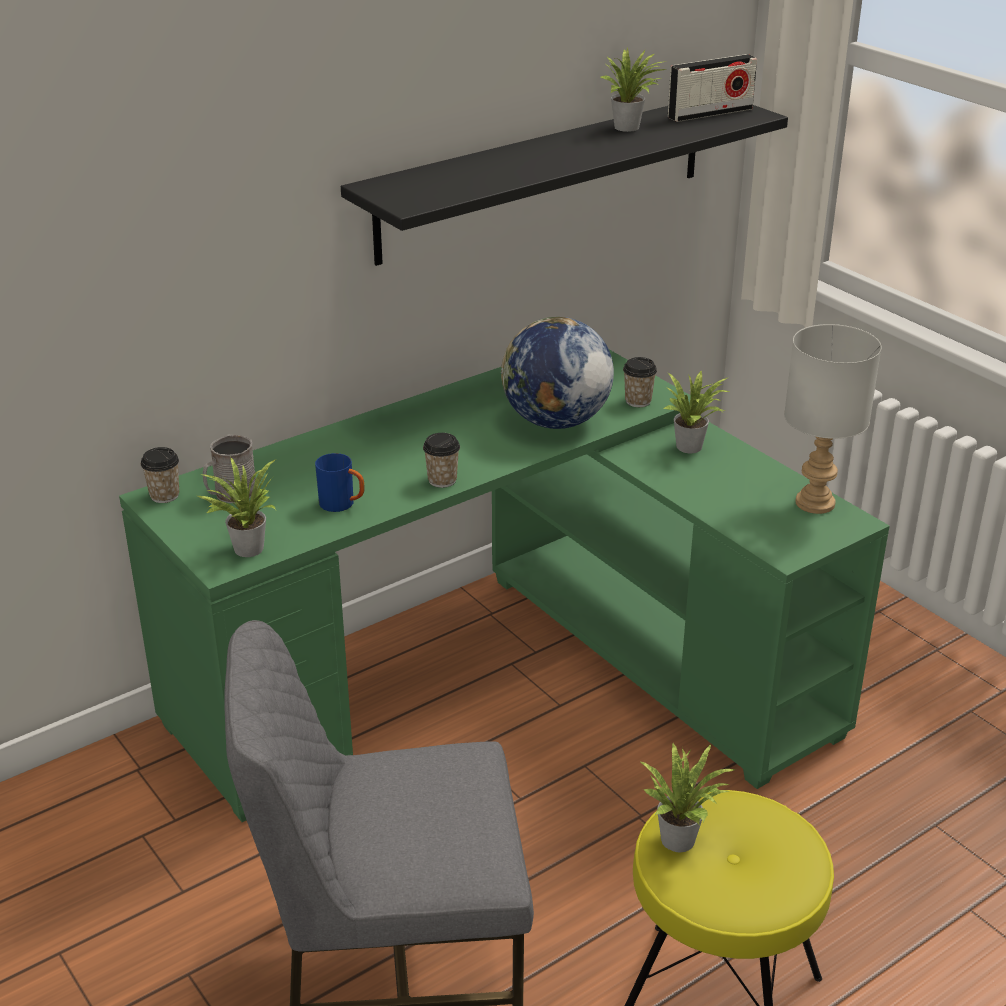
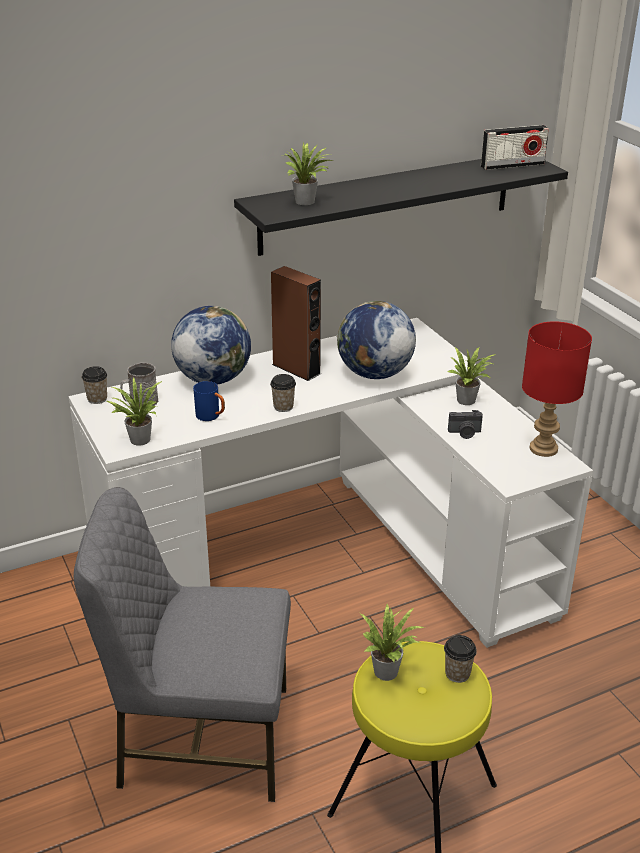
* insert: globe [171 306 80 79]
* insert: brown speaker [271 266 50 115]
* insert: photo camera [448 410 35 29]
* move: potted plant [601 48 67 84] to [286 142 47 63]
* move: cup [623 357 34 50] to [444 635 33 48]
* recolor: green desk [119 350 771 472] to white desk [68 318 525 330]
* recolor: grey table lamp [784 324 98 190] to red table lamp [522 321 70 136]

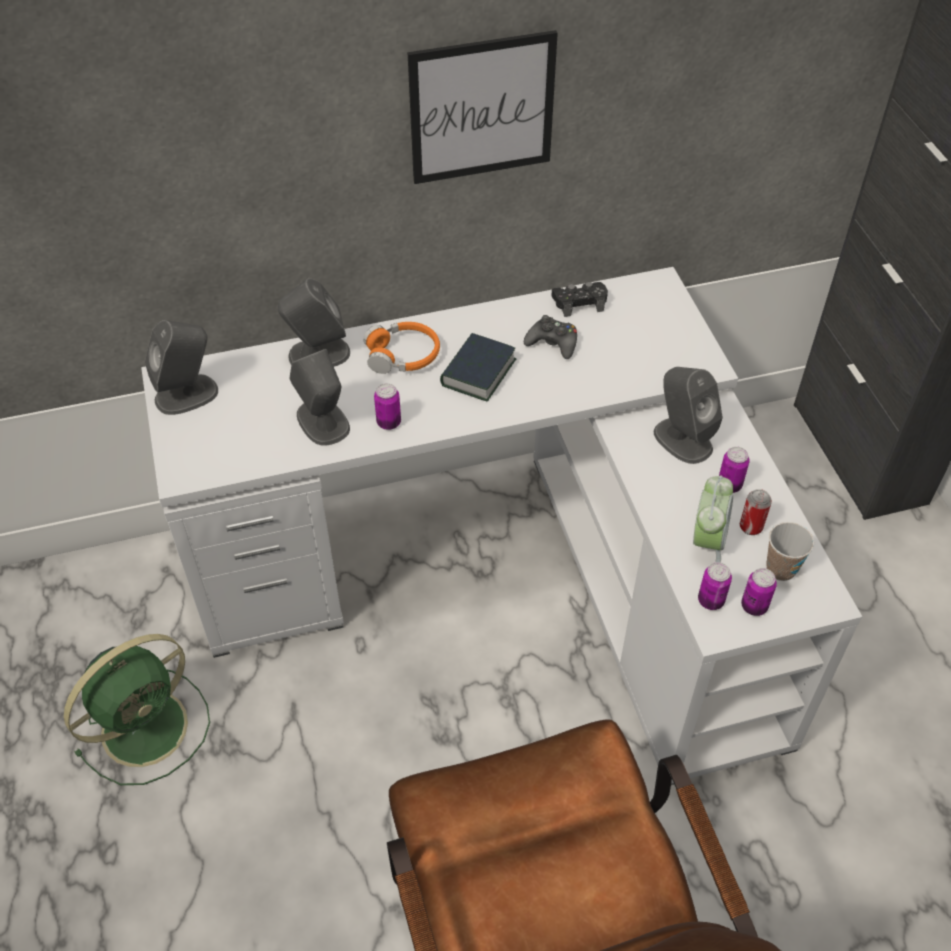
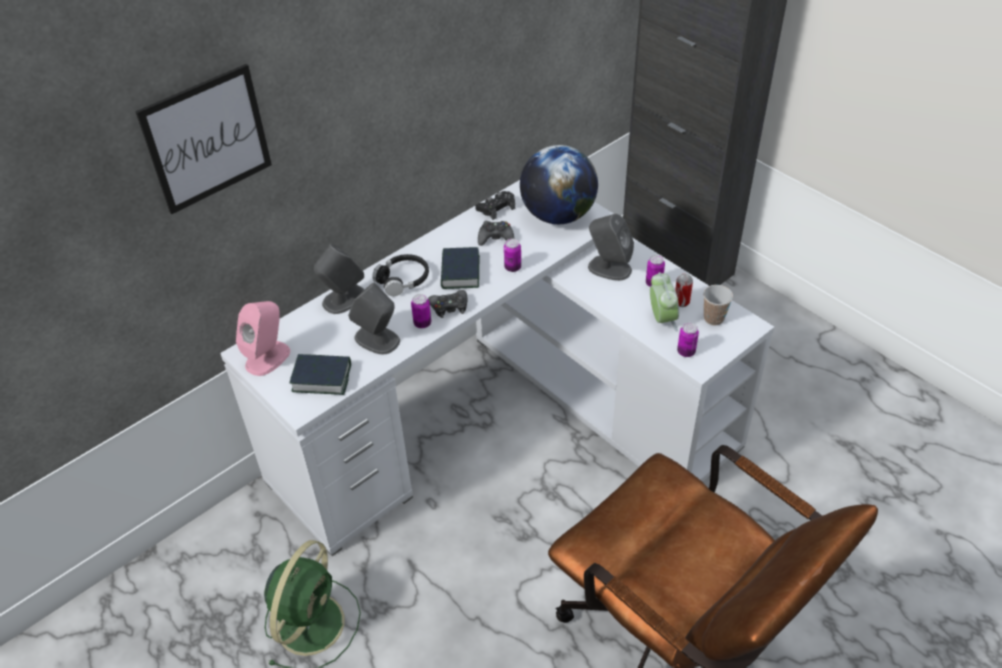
* insert: book [289 354 62 41]
* insert: black game controller [428 290 40 28]
* insert: globe [520 145 78 79]
* move: picture [407 30 151 154] to [135 64 137 150]
* move: can [741 568 36 48] to [504 239 17 33]
* recolor: grey speaker [145 320 73 95] to pink speaker [236 301 54 75]
* recolor: orange headphones [363 322 77 52] to black headphones [372 254 57 42]

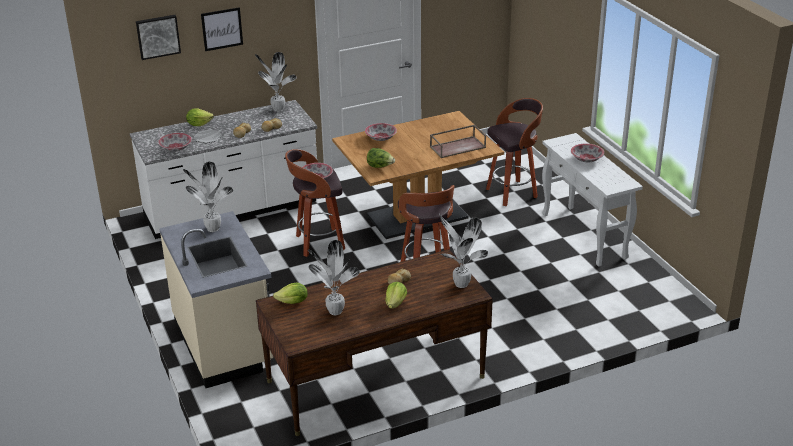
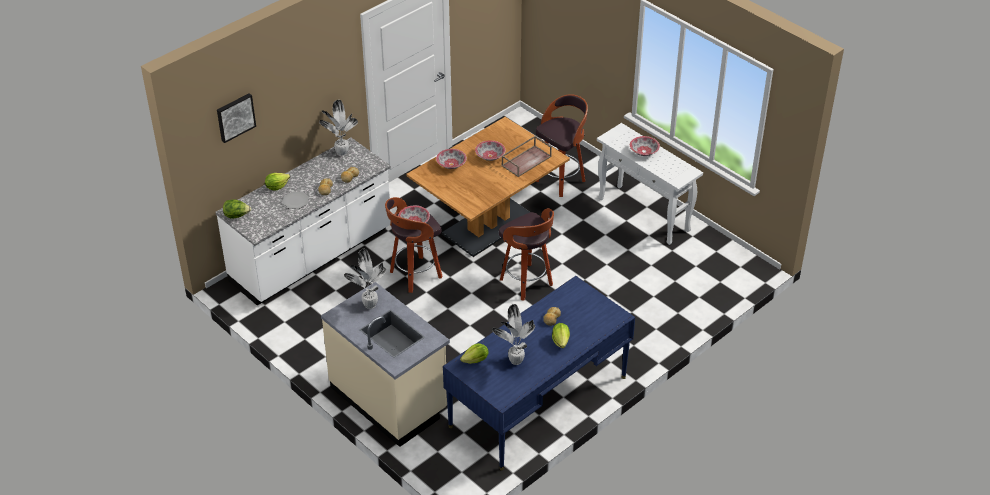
* delete: picture [201 7 42 44]
* delete: potted plant [439 214 49 74]
* move: bowl [158 133 34 19] to [475 140 30 21]
* move: lettuce [367 148 28 20] to [223 199 28 20]
* recolor: brown desk [256 249 237 187] to blue desk [443 276 192 195]

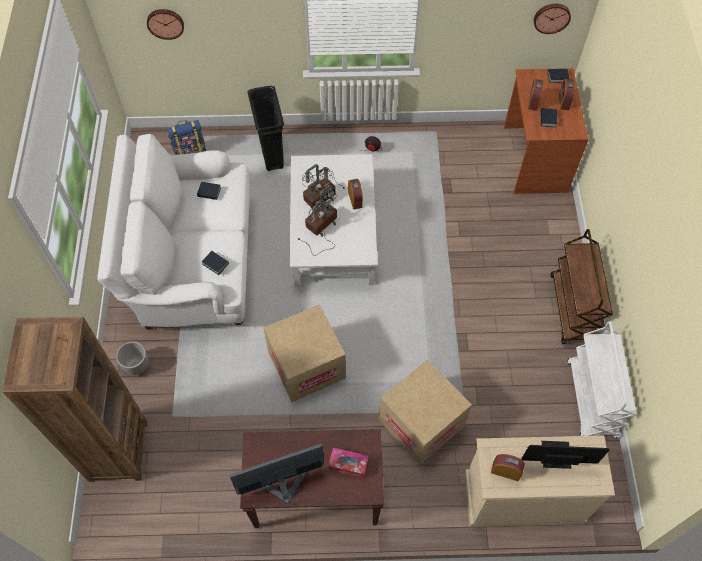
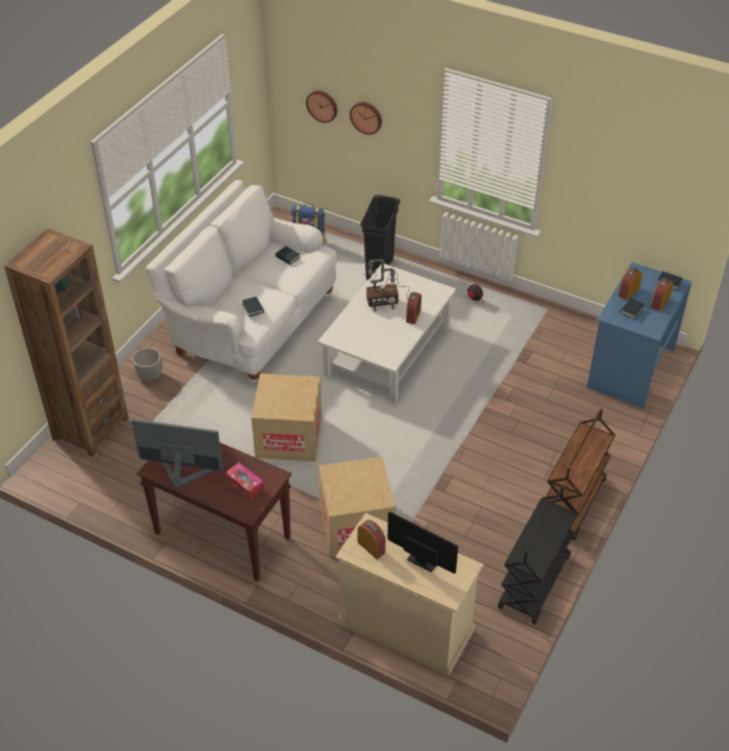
* delete: table lamp [298 185 39 71]
* move: wall clock [534 4 37 30] to [350 102 32 33]
* recolor: brown desk [504 68 85 126] to blue desk [587 262 105 146]
* recolor: white cart [568 321 69 117] to black cart [498 486 80 138]

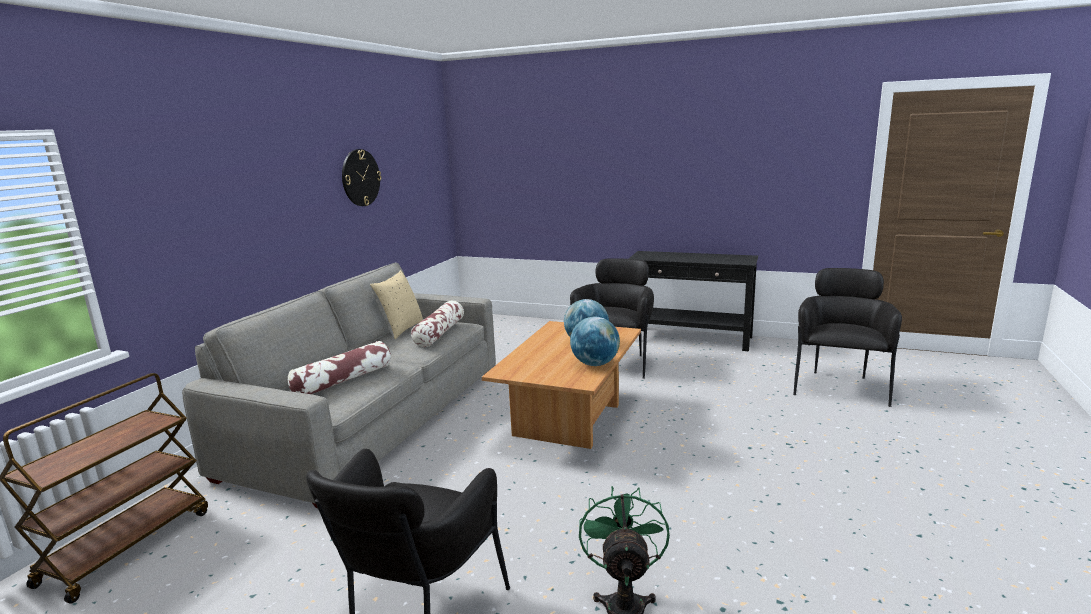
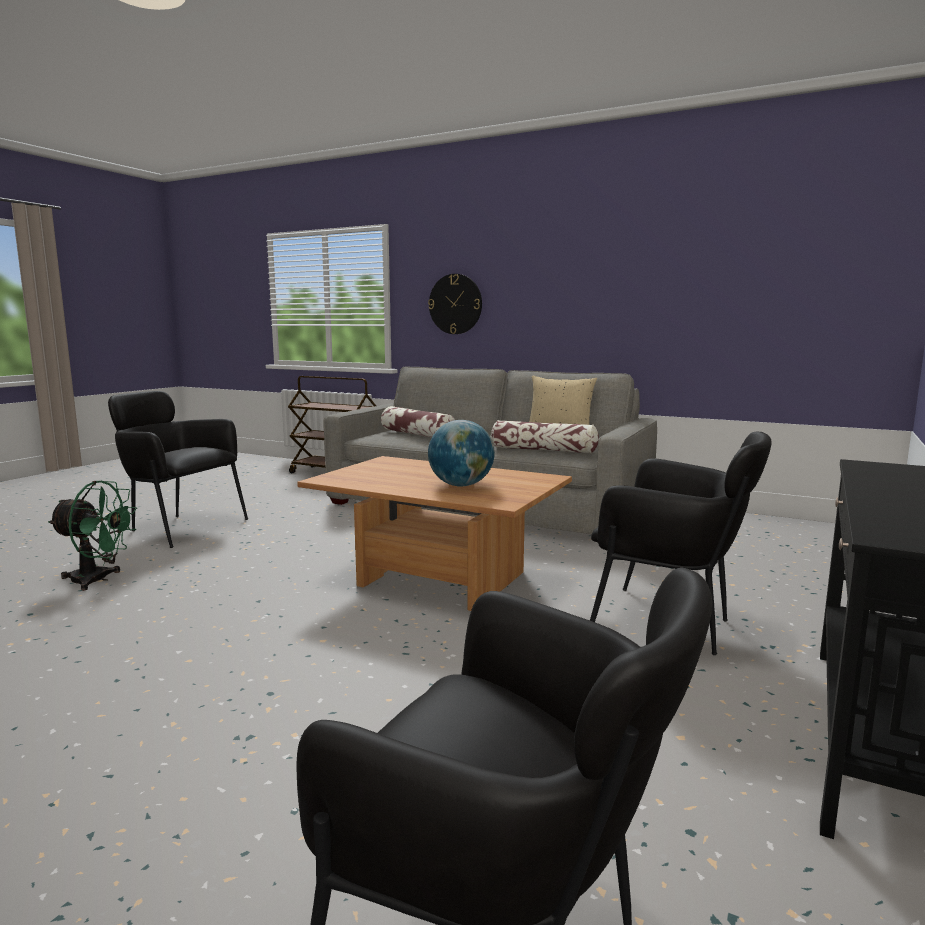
* delete: globe [570 317 50 49]
* move: wall clock [342 149 39 57] to [428 274 54 60]

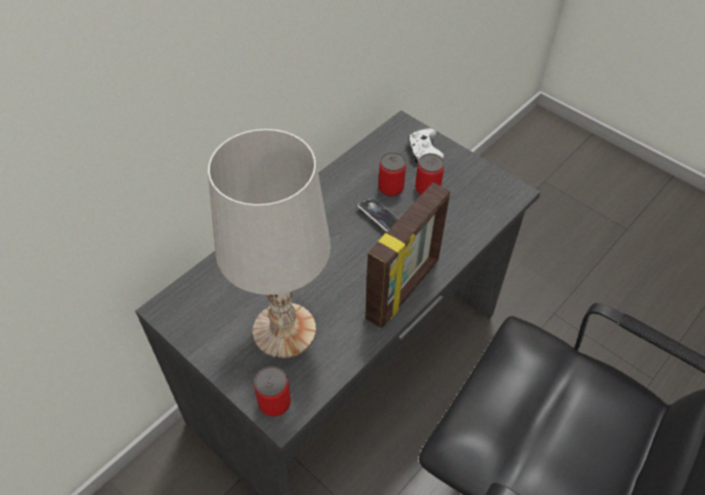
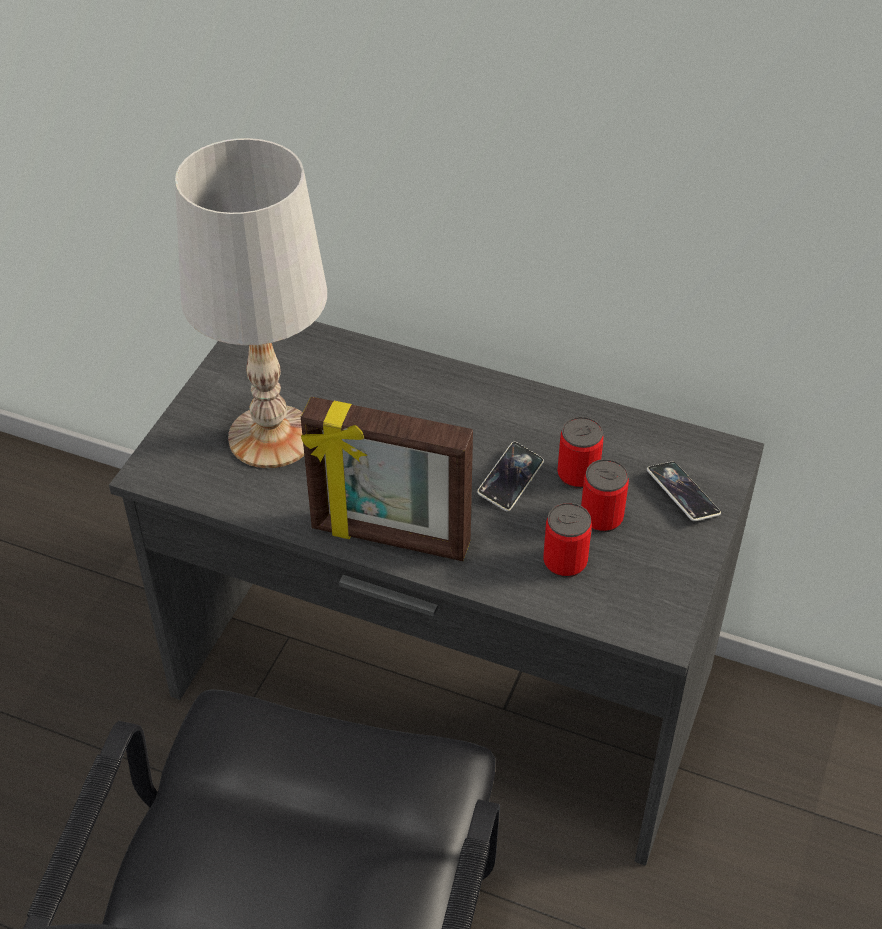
* move: can [254 366 37 51] to [543 503 49 75]
* replace: white game controller [408 128 36 35] to phone [647 462 74 59]

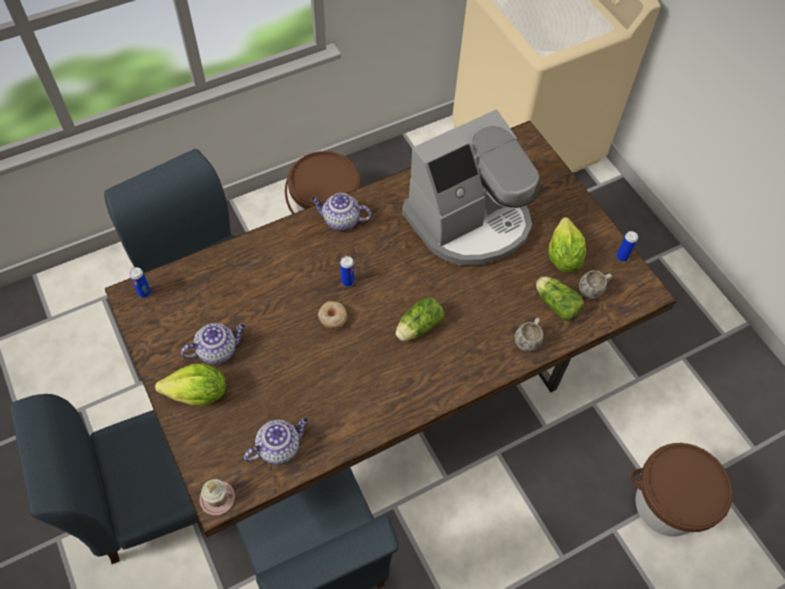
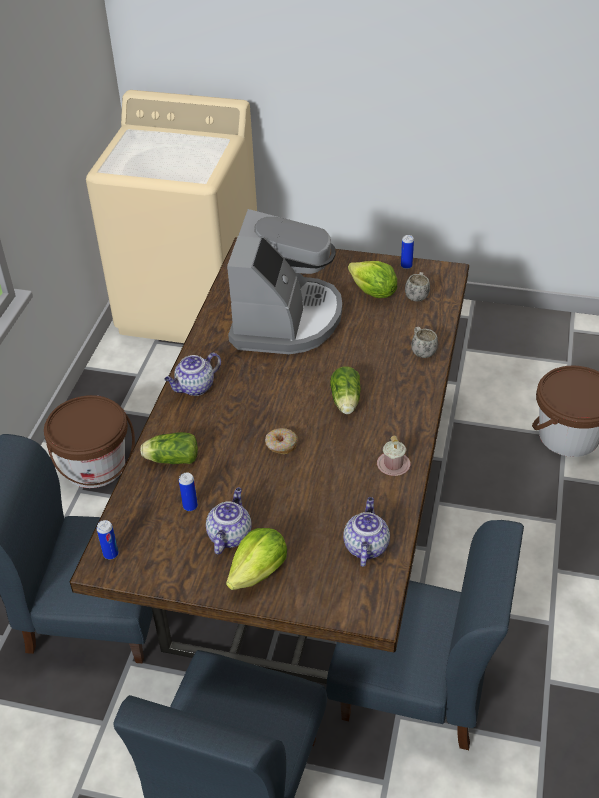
* move: pink mug [199 479 36 36] to [377 436 33 40]
* move: can [340 256 14 31] to [179 473 19 38]
* move: lettuce [536 276 48 45] to [140 432 58 32]

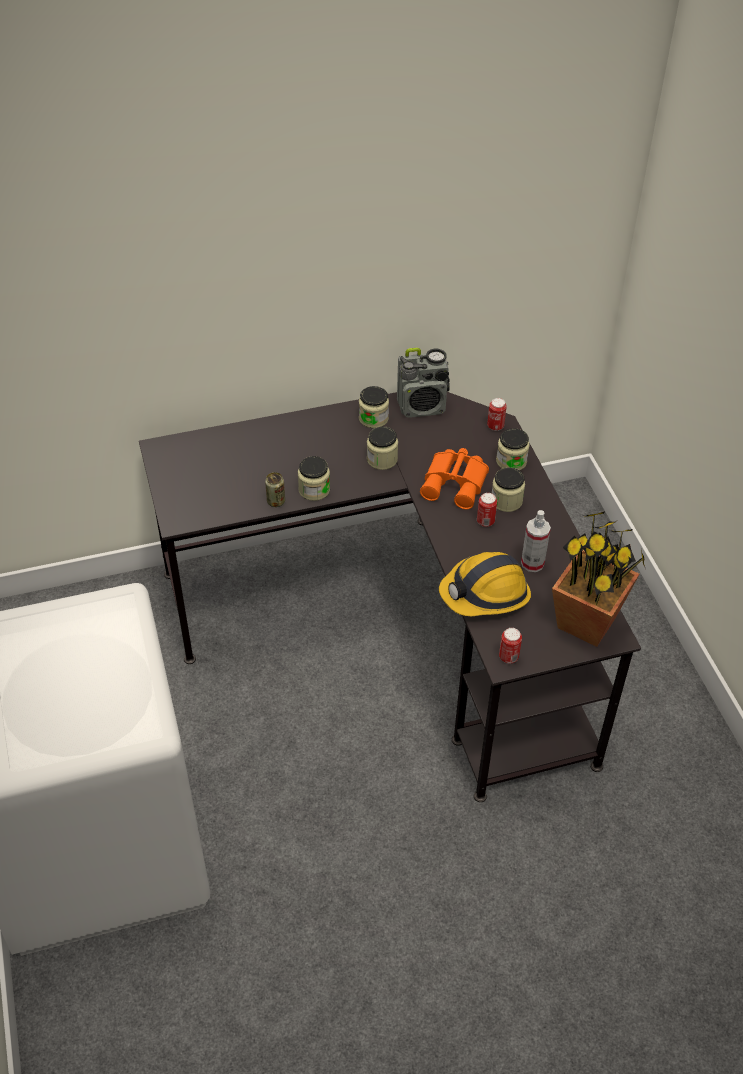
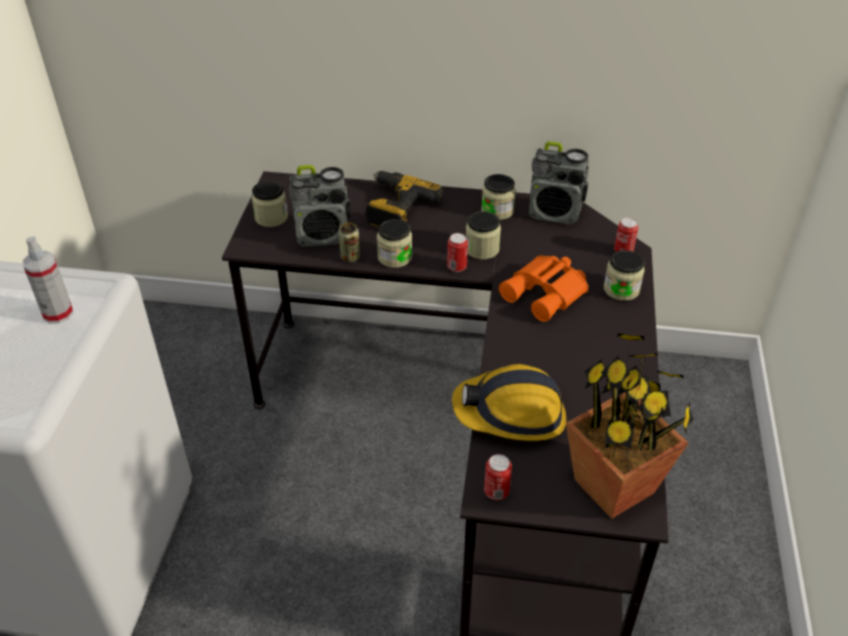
* insert: radio [289 165 62 82]
* insert: power drill [366 171 77 56]
* move: can [477 493 20 34] to [447 233 21 39]
* move: jar [492 467 33 45] to [252 181 36 46]
* move: spray bottle [521 510 30 62] to [23 236 50 88]

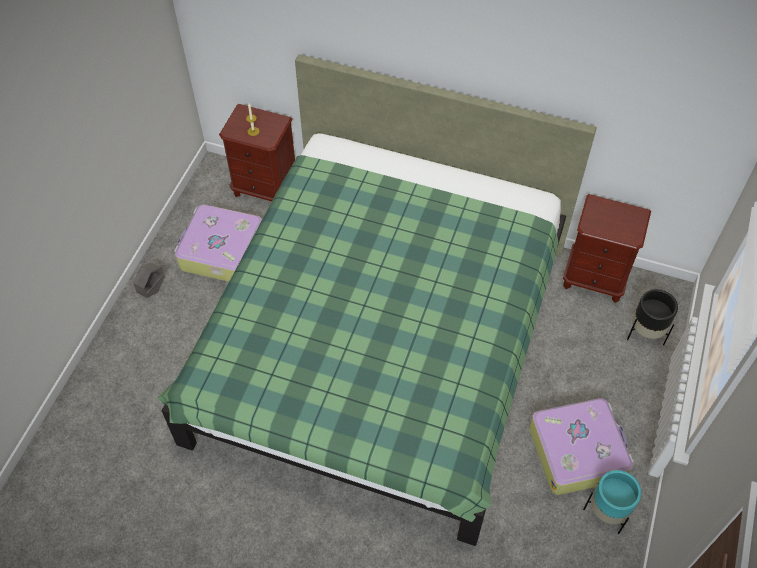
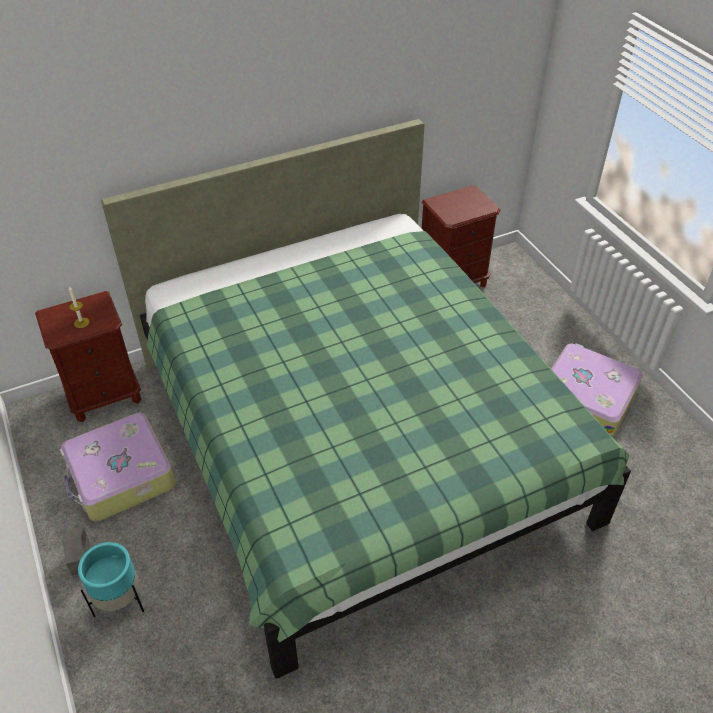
* delete: black planter [627 289 51 56]
* move: turquoise planter [583 470 58 64] to [78 542 66 75]

